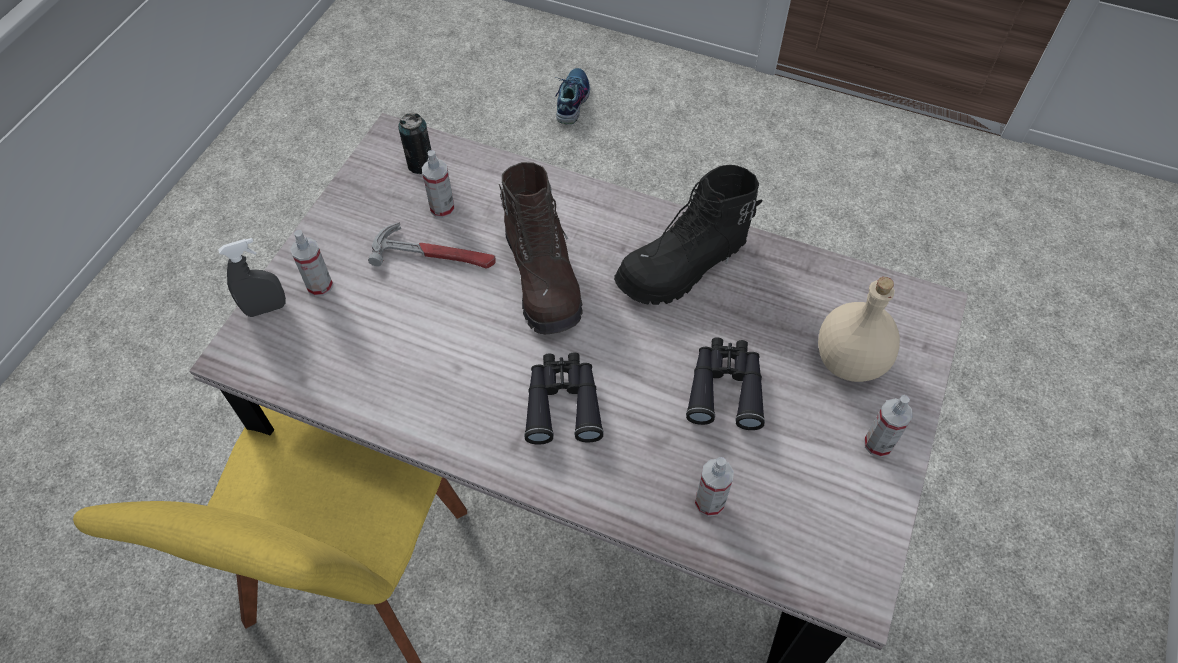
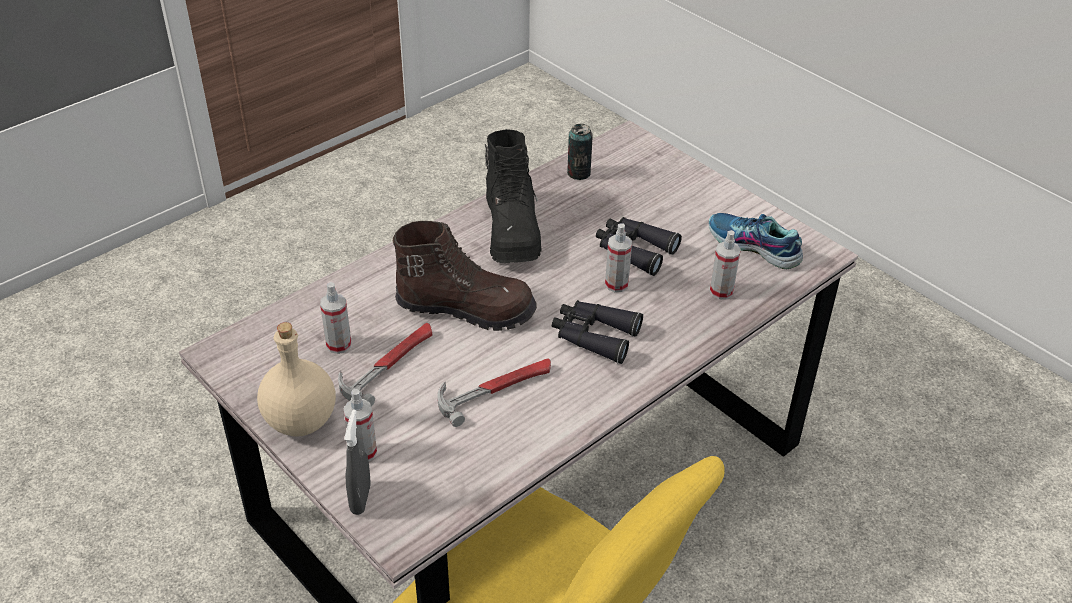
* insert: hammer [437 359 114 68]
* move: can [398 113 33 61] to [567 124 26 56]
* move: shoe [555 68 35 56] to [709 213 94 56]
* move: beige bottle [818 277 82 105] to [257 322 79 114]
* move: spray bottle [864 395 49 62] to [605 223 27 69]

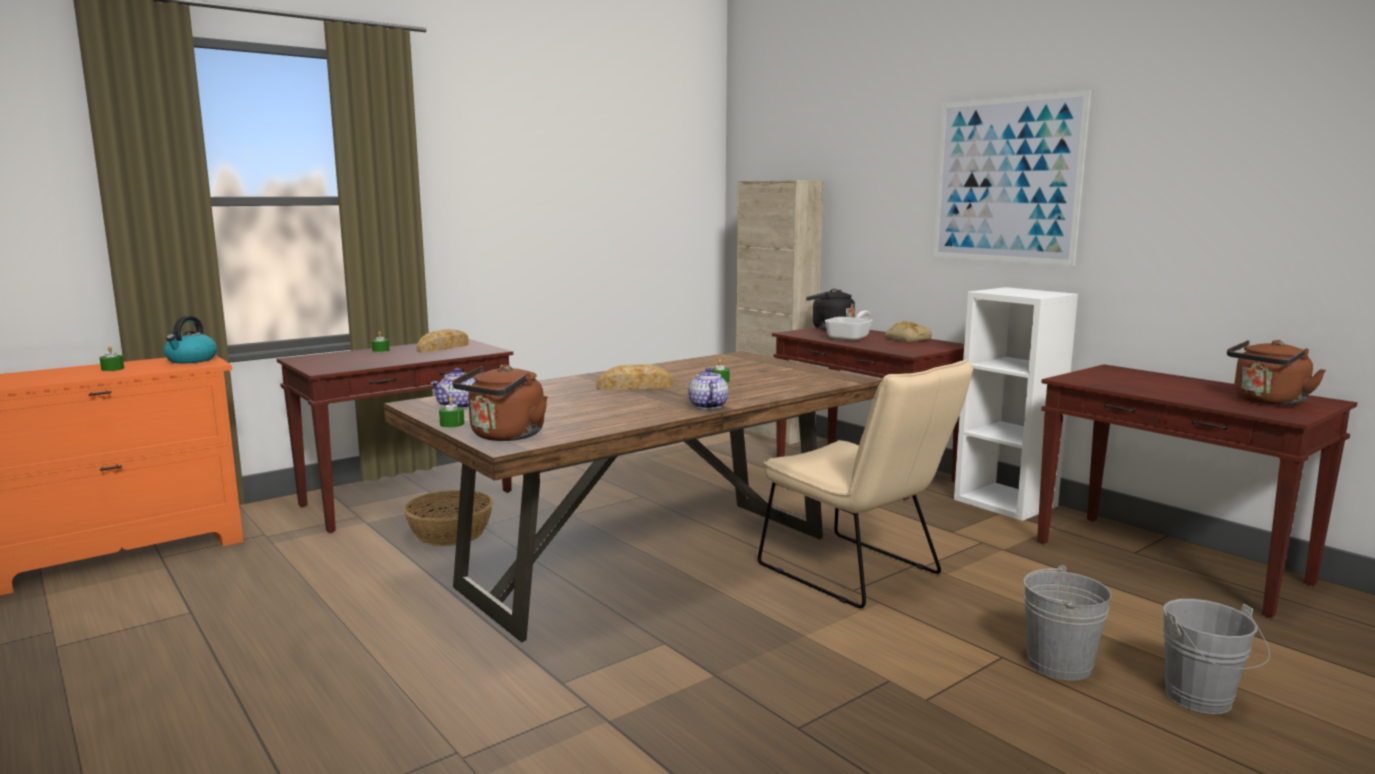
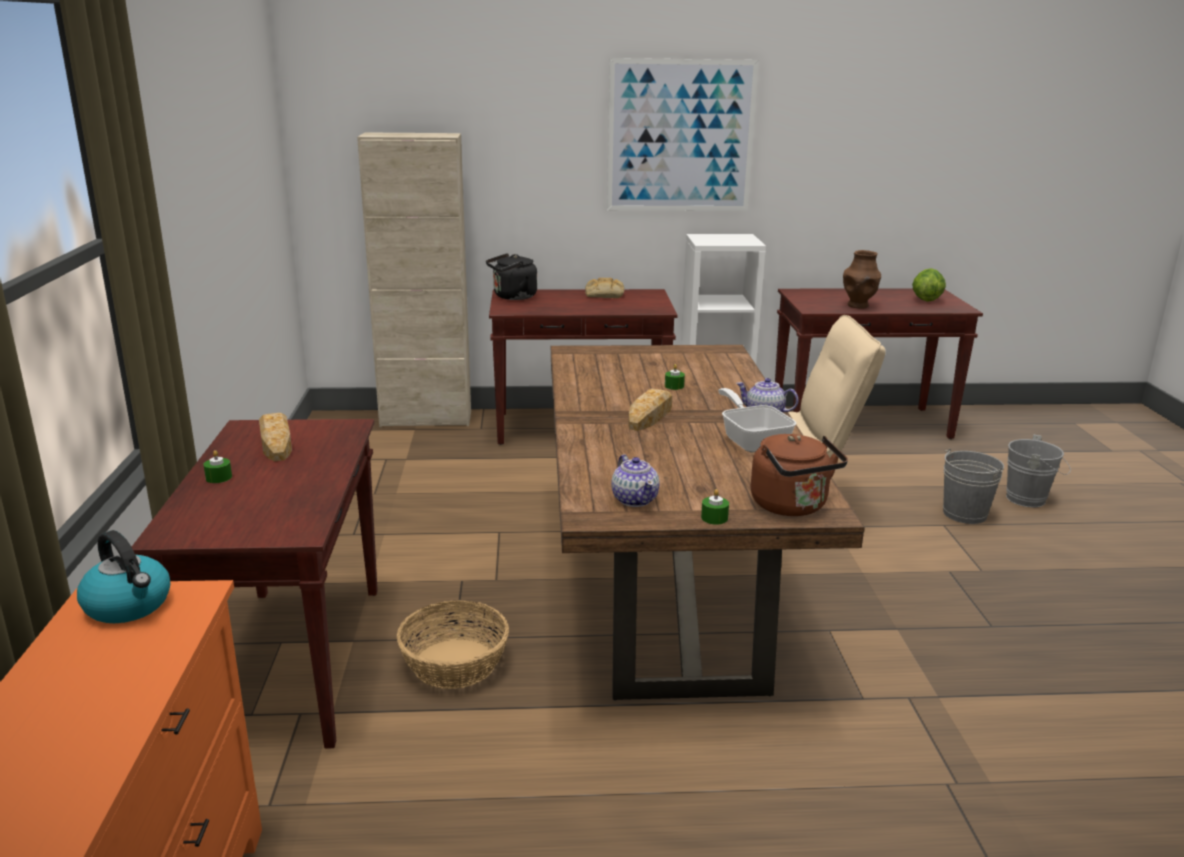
* delete: green candle [100 346 24 25]
* insert: brown vase [843 250 38 59]
* move: frying pan [825 310 47 31] to [718 388 78 64]
* replace: brown kettle [1227 340 99 66] to lettuce [912 268 34 34]

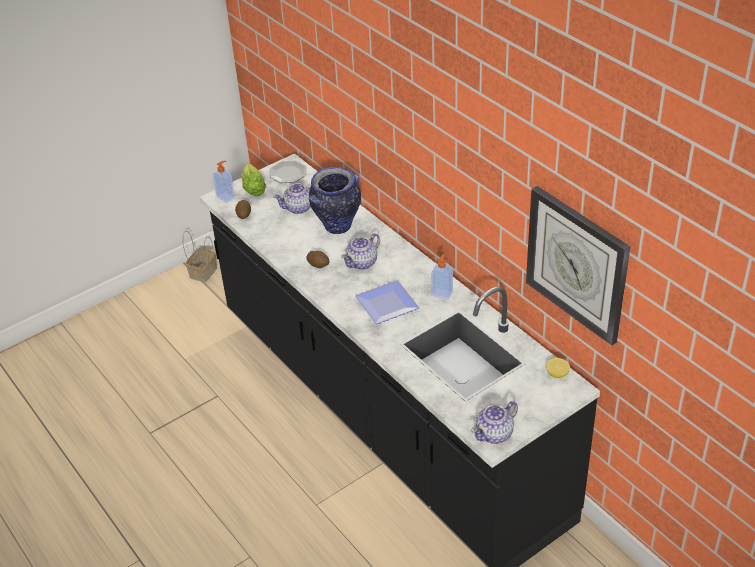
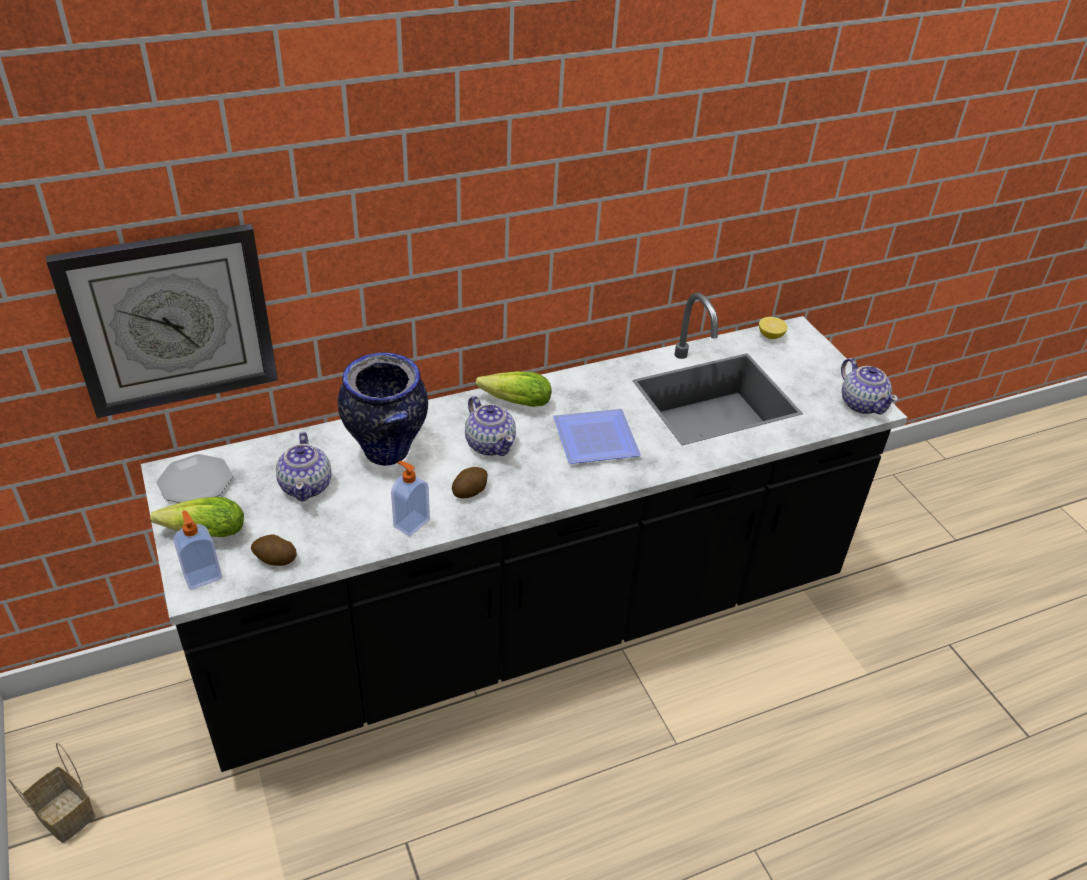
* insert: lettuce [476 372 76 35]
* move: soap dispenser [431 254 22 46] to [391 461 39 76]
* move: wall clock [526 186 104 160] to [46 224 232 194]

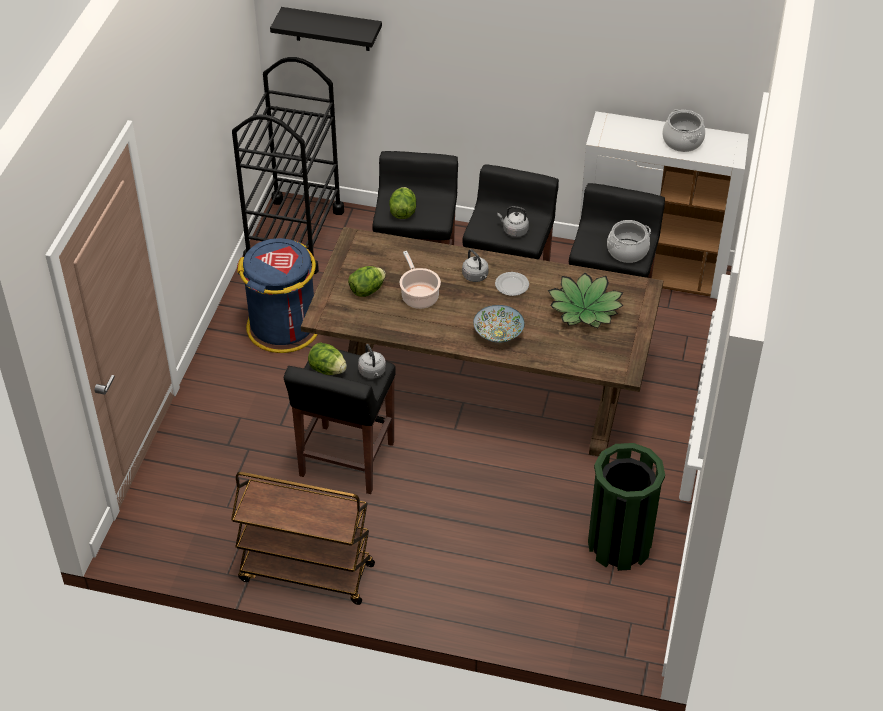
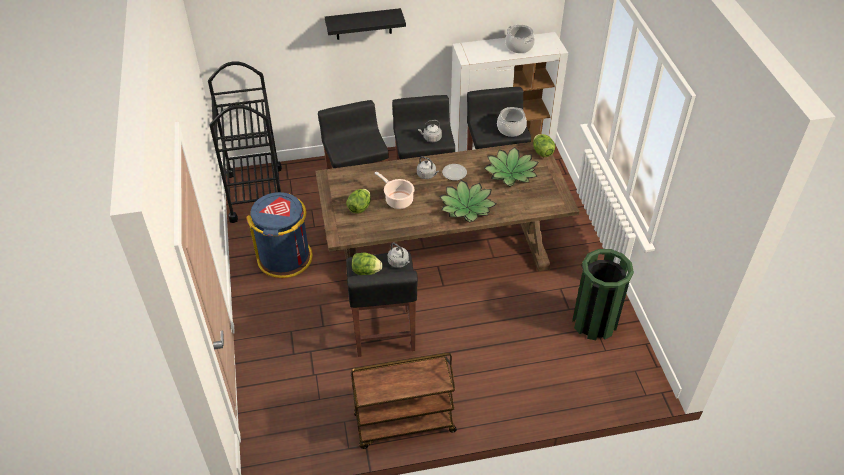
* move: black shelf [270 7 112 44] to [325 8 81 32]
* move: lettuce [389 187 27 32] to [533 134 22 23]
* replace: bowl [473 305 52 38] to potted plant [439 180 57 43]

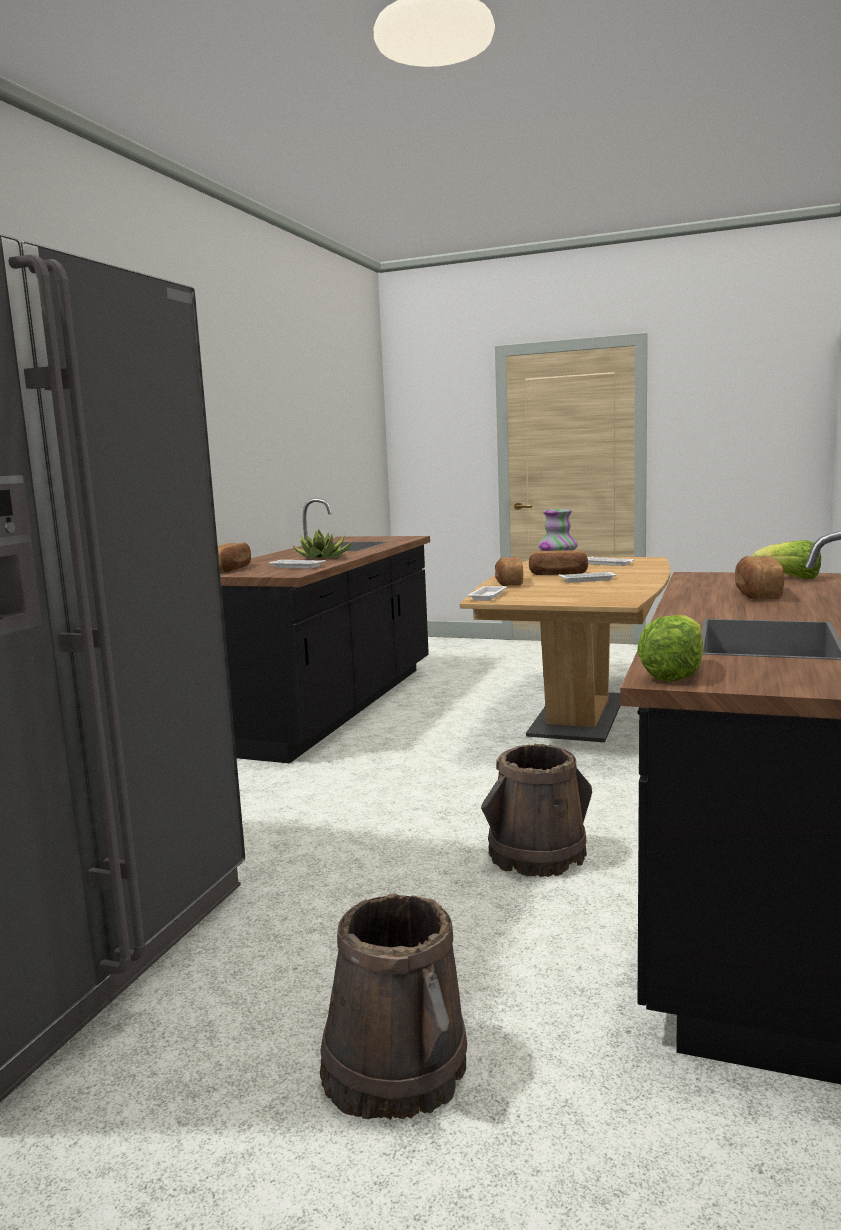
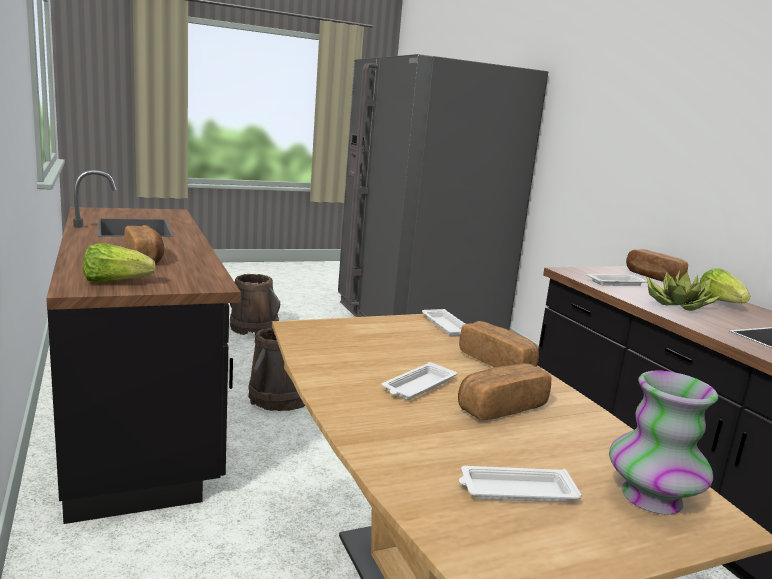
* move: lettuce [637 615 66 67] to [700 268 50 35]

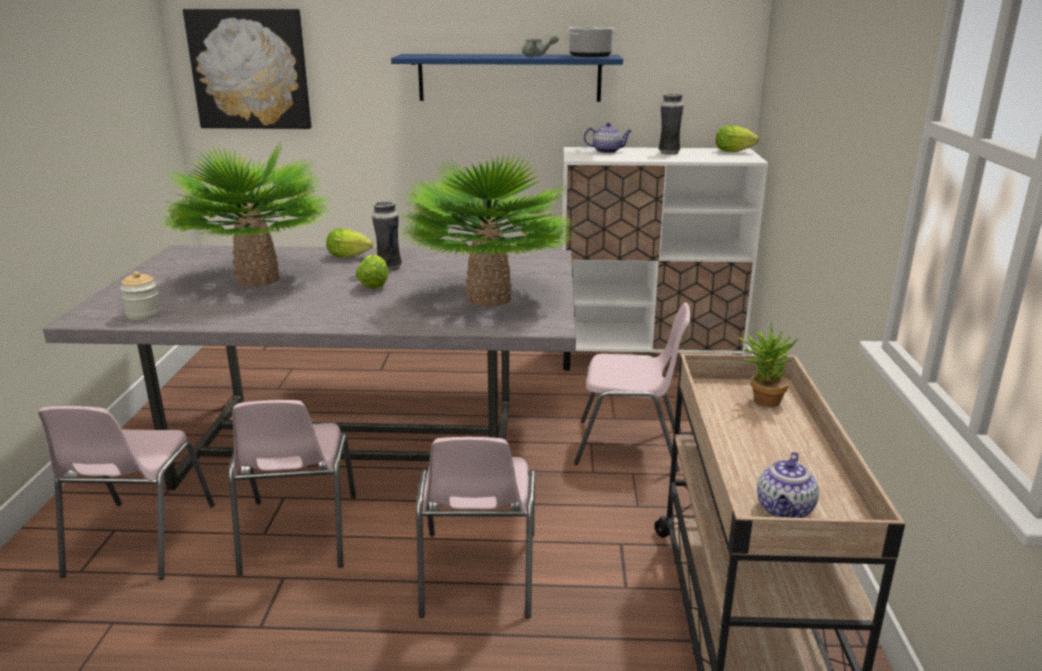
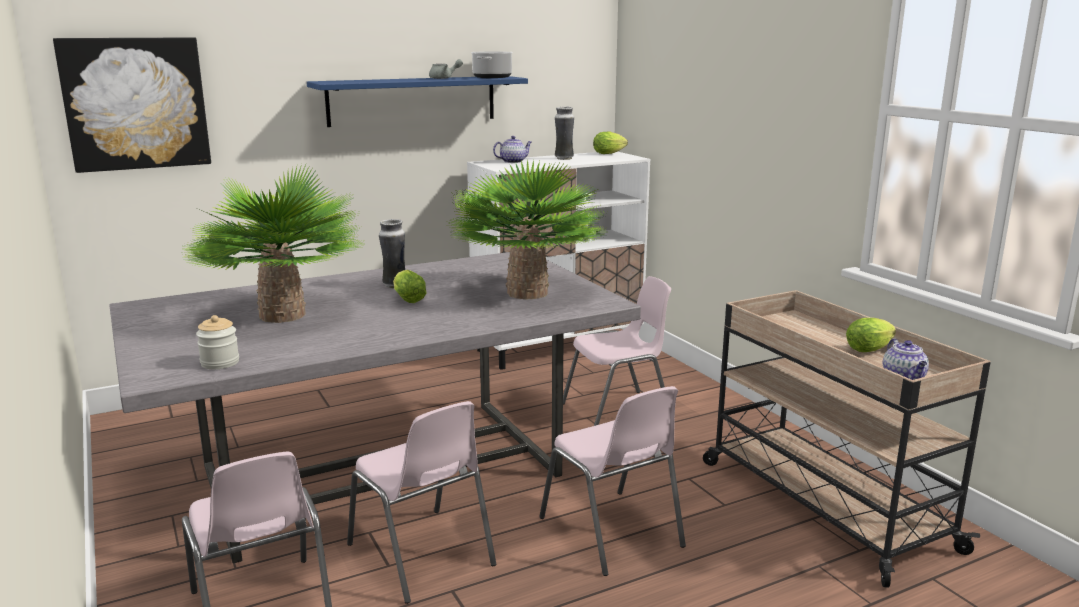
* delete: potted plant [738 323 61 84]
* move: lettuce [326 228 47 30] to [846 318 50 34]

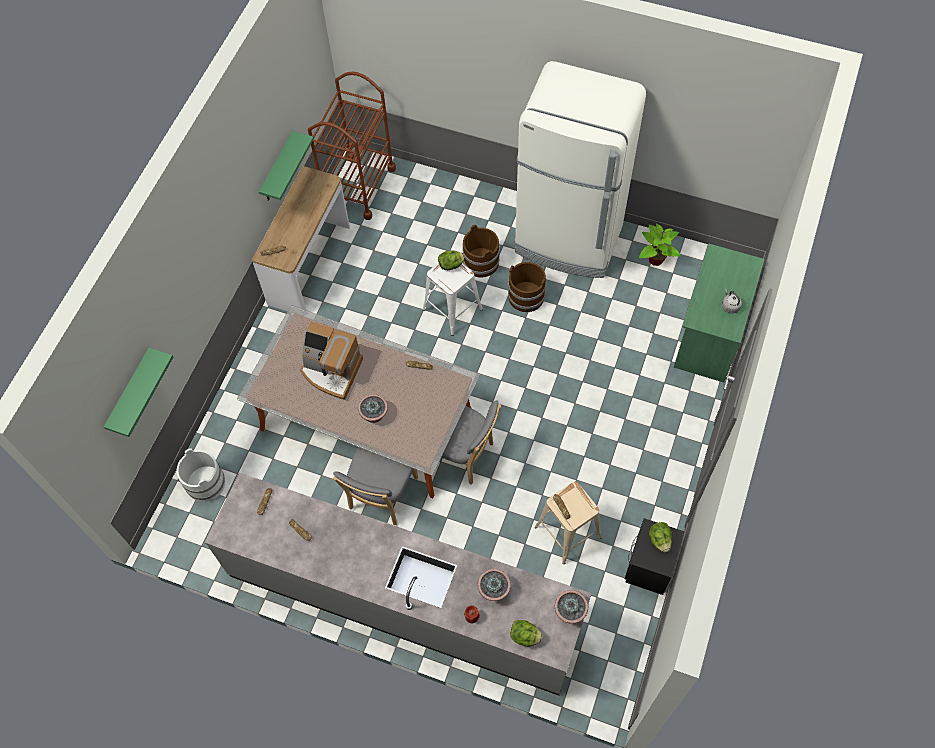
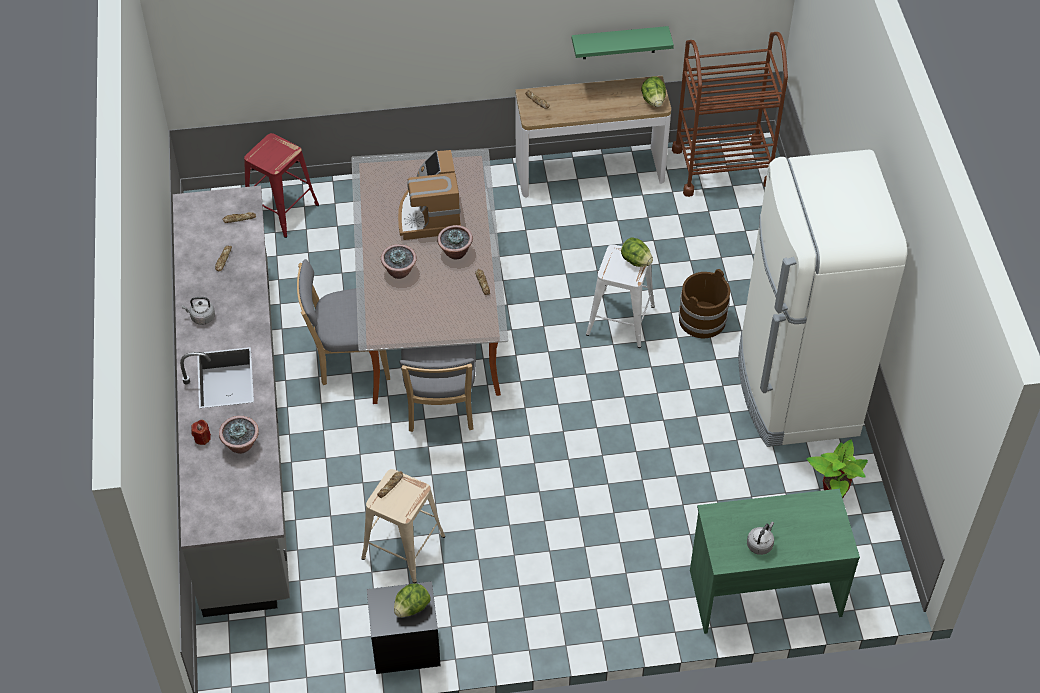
* delete: green shelf [104 348 69 89]
* delete: brown bucket [508 262 38 50]
* insert: grey kettle [182 297 33 28]
* move: lettuce [511 620 32 27] to [641 76 25 31]
* move: potted plant [555 590 33 34] to [437 225 36 35]
* replace: white bucket [177 448 48 54] to red stool [244 133 75 105]

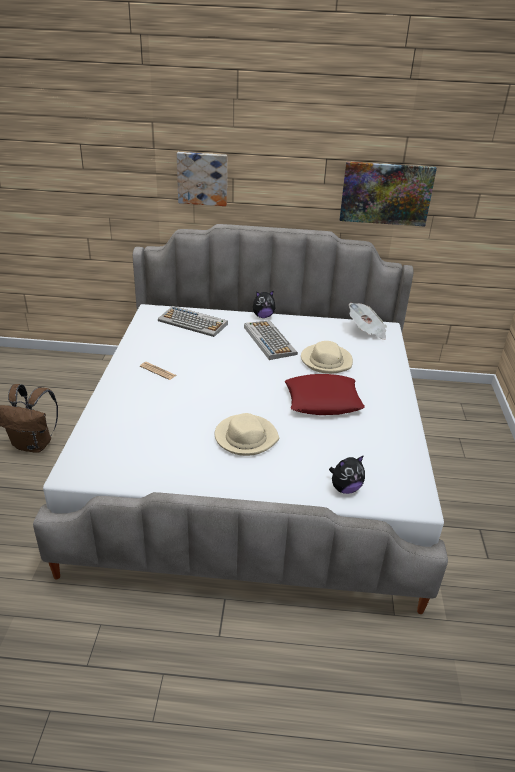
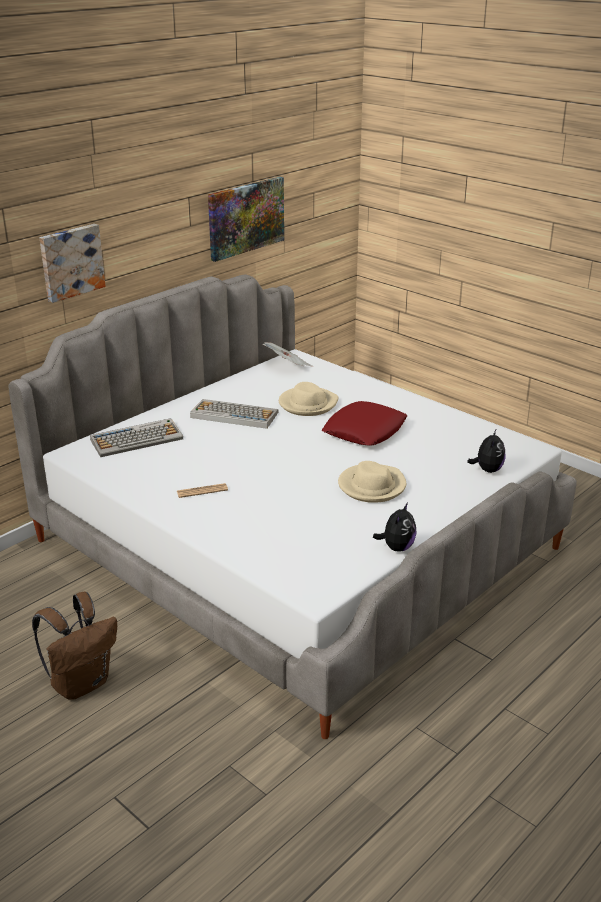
* move: plush toy [253 290 22 28] to [373 502 44 50]

